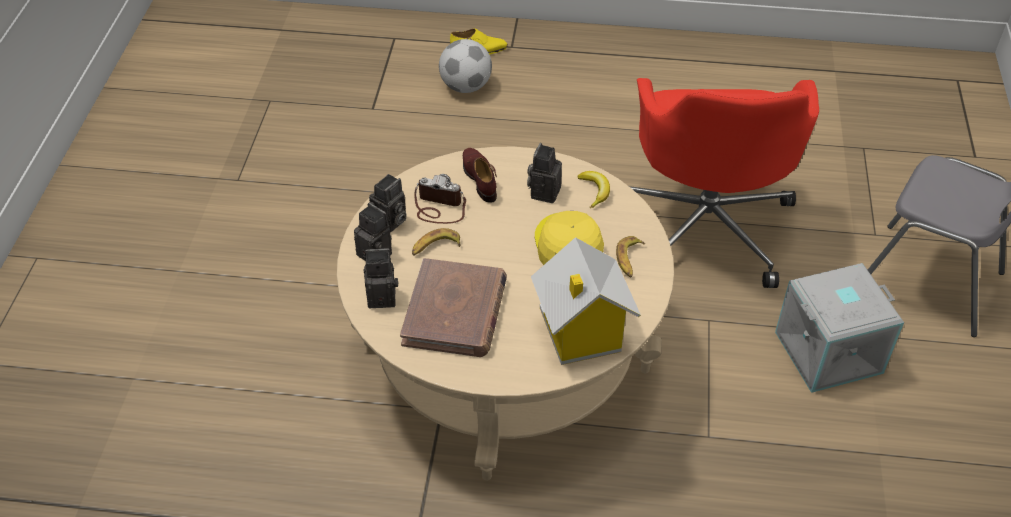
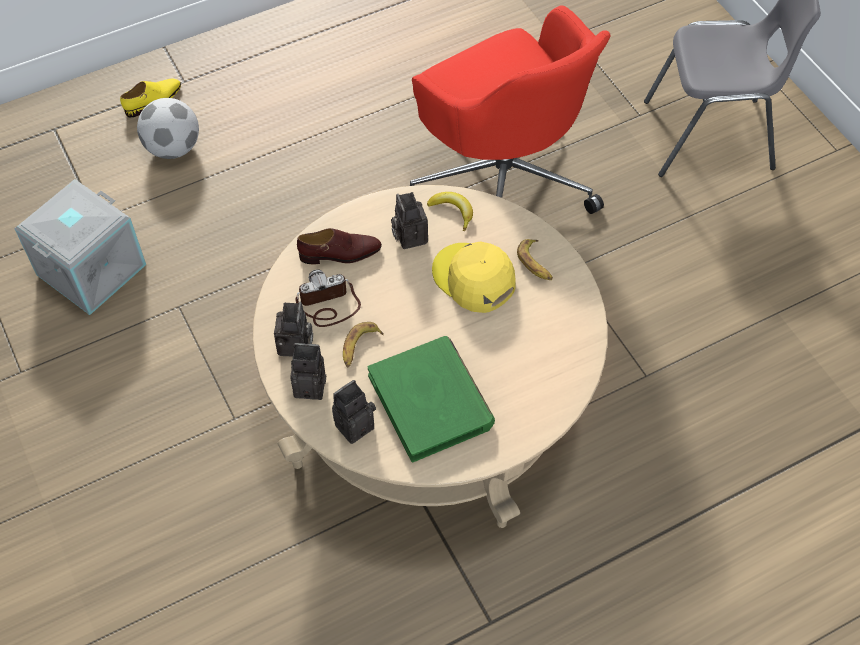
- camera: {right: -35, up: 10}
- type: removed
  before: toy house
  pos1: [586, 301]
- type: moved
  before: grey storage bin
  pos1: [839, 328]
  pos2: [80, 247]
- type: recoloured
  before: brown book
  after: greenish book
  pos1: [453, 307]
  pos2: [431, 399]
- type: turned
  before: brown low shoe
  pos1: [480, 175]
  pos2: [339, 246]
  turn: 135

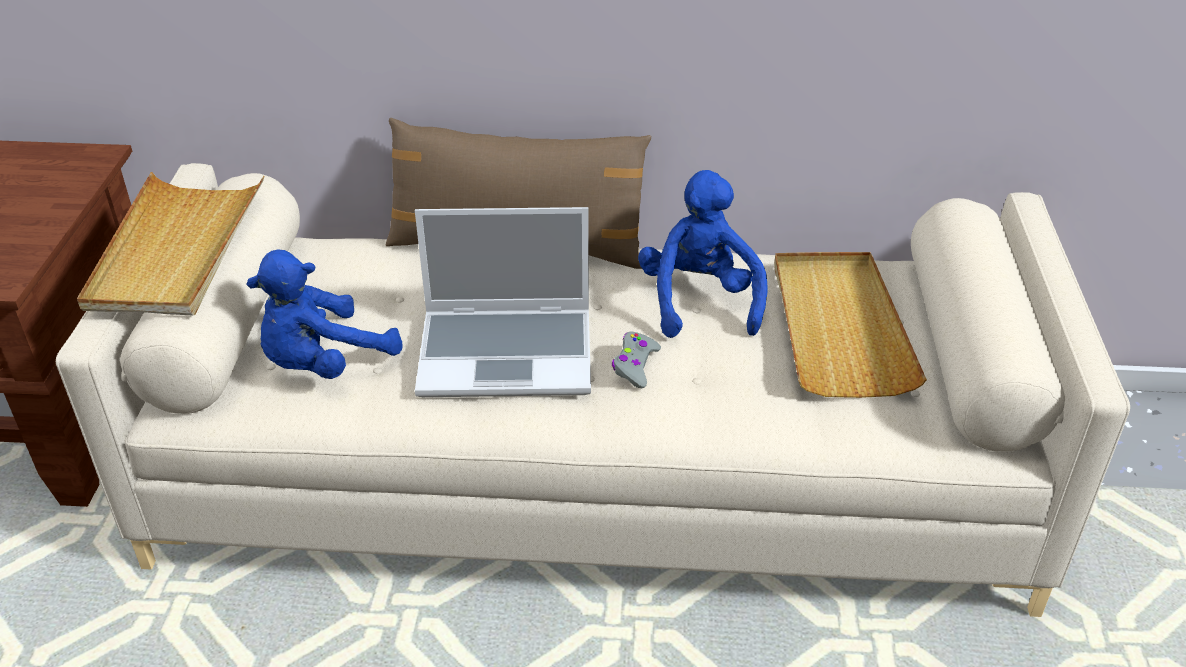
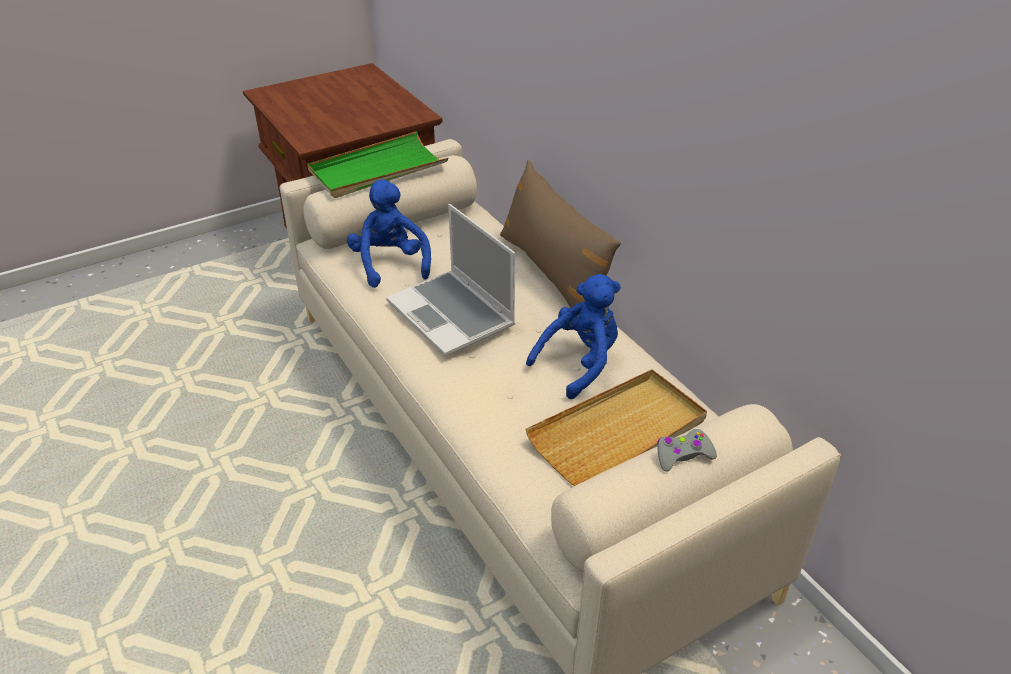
- camera: {right: 55, up: 0}
- type: moved
  before: grey game controller
  pos1: [636, 359]
  pos2: [687, 450]
- type: recoloured
  before: sand-coloured serving tray
  after: greenish serving tray
  pos1: [171, 244]
  pos2: [377, 164]
- type: turned
  before: bluish cuddly toy
  pos1: [324, 314]
  pos2: [389, 233]
  turn: 60

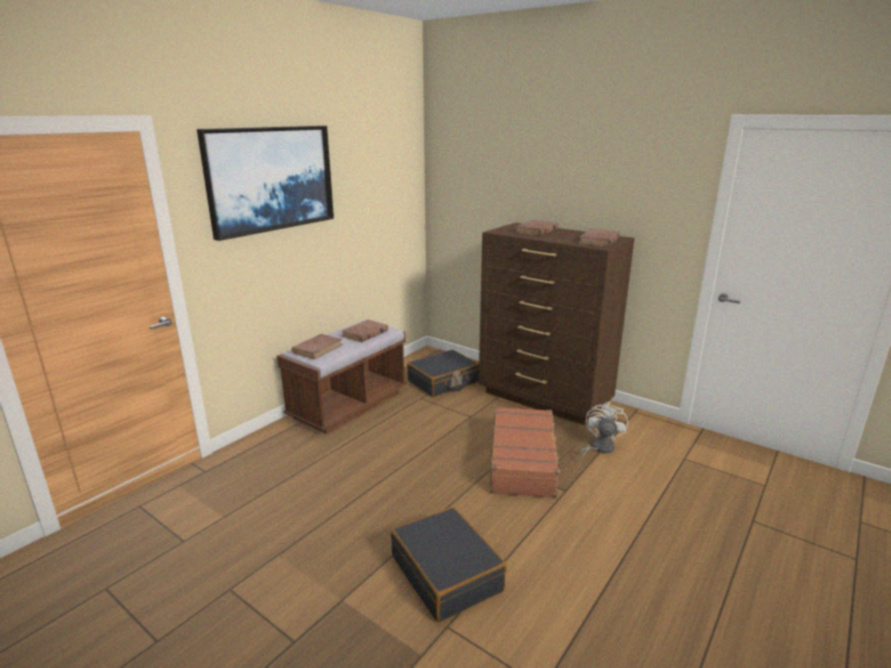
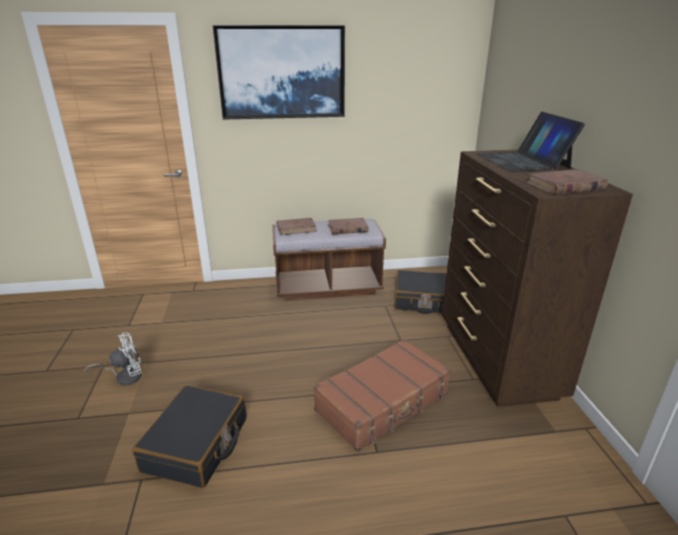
- camera: {right: 45, up: 5}
- type: moved
  before: white-coloured electric fan
  pos1: [603, 432]
  pos2: [113, 359]
- type: replaced
  before: brown book
  after: notebook computer
  pos1: [537, 228]
  pos2: [531, 142]

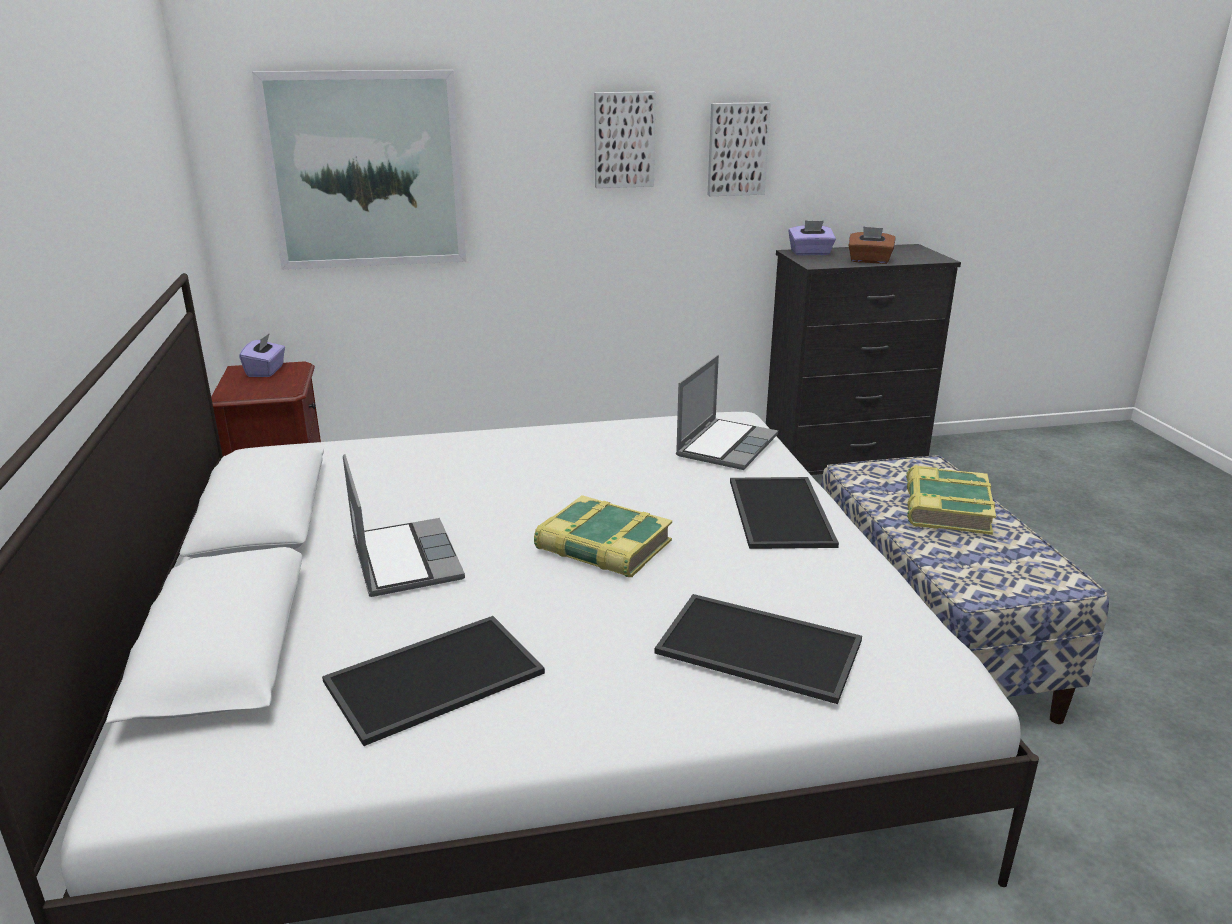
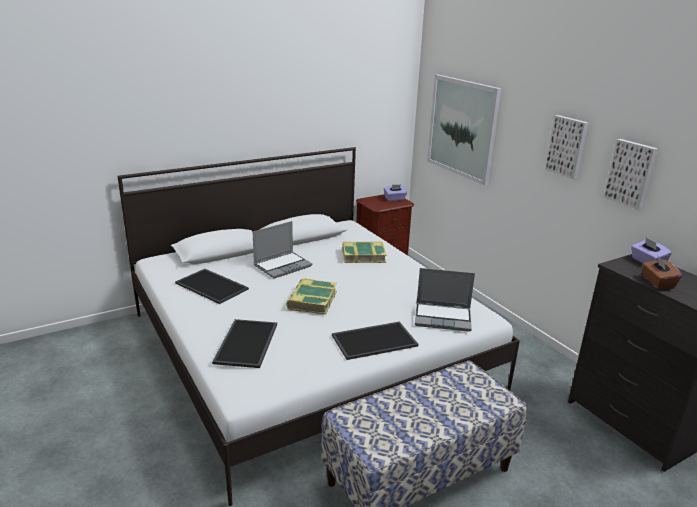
- camera: {right: 70, up: 0}
- type: moved
  before: book
  pos1: [951, 500]
  pos2: [365, 252]

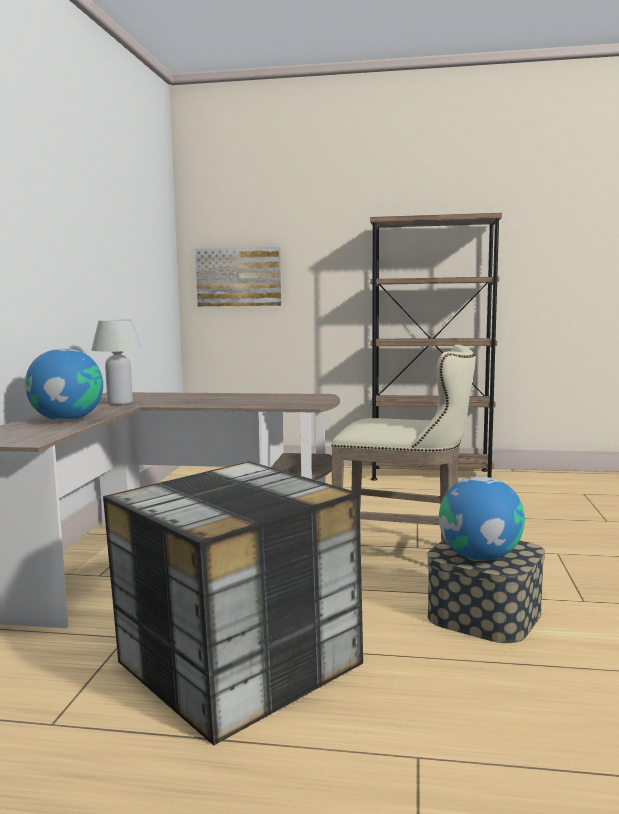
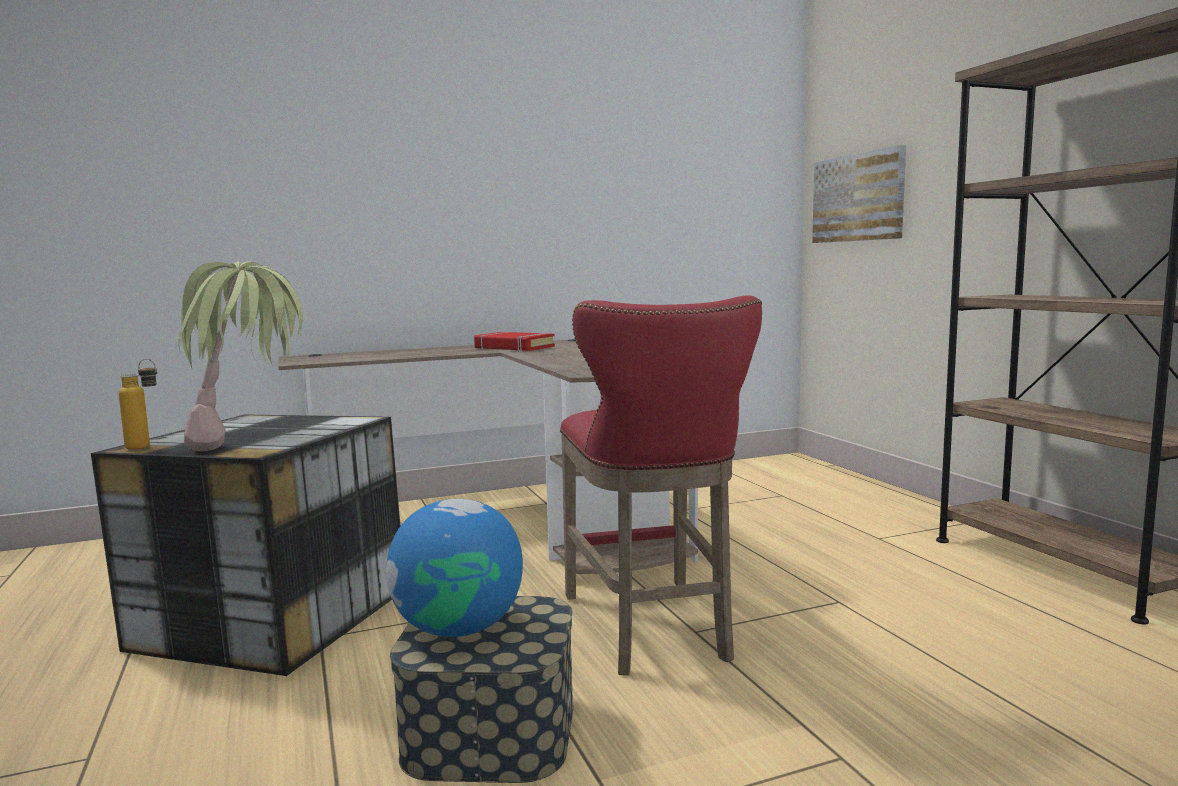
- camera: {right: 60, up: 0}
- type: removed
  before: desk globe
  pos1: [64, 384]
- type: added
  after: bottle
  pos2: [137, 404]
- type: added
  after: plant in a pot
  pos2: [240, 356]
- type: replaced
  before: white-coloured lamp for a table
  after: red-coloured book
  pos1: [117, 362]
  pos2: [514, 341]
- type: recoloured
  before: sand-coloured stool seat
  after: red-coloured stool seat
  pos1: [403, 443]
  pos2: [661, 485]

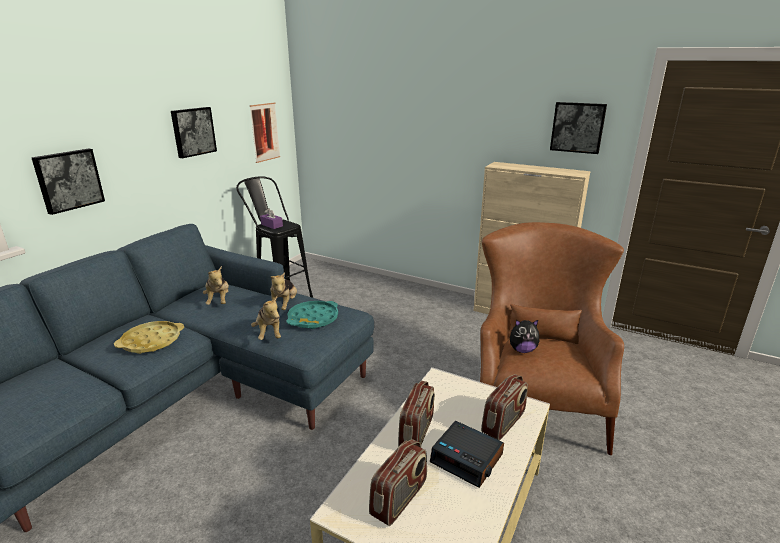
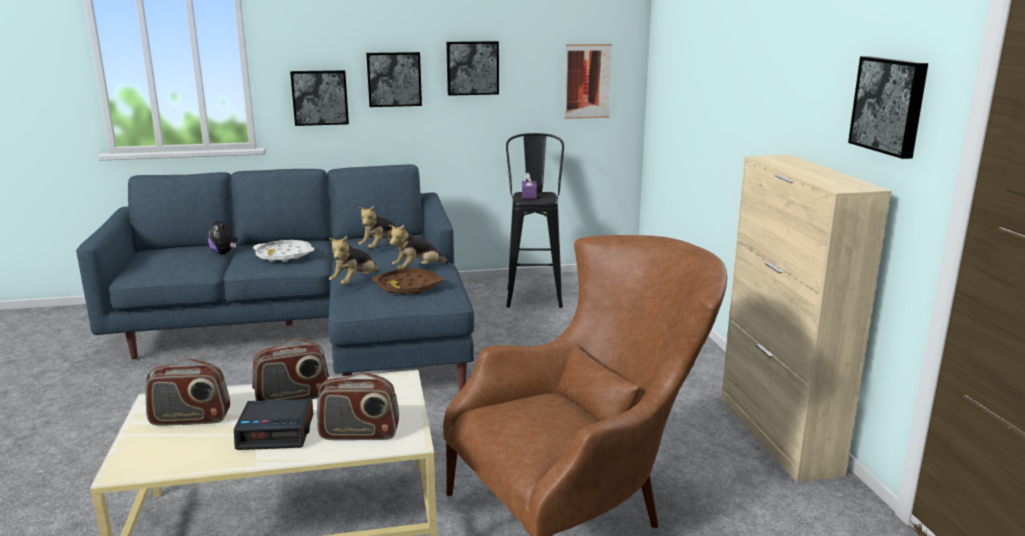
- camera: {right: 50, up: -5}
- type: added
  after: wall art
  pos2: [394, 79]
- type: moved
  before: cuddly toy
  pos1: [524, 336]
  pos2: [223, 235]
- type: recoloured
  before: yellow serving tray
  after: white-coloured serving tray
  pos1: [149, 337]
  pos2: [283, 251]
- type: recoloured
  before: turquoise serving tray
  after: brown serving tray
  pos1: [312, 315]
  pos2: [408, 281]
- type: turned
  before: alarm clock
  pos1: [467, 454]
  pos2: [273, 424]
  turn: -90

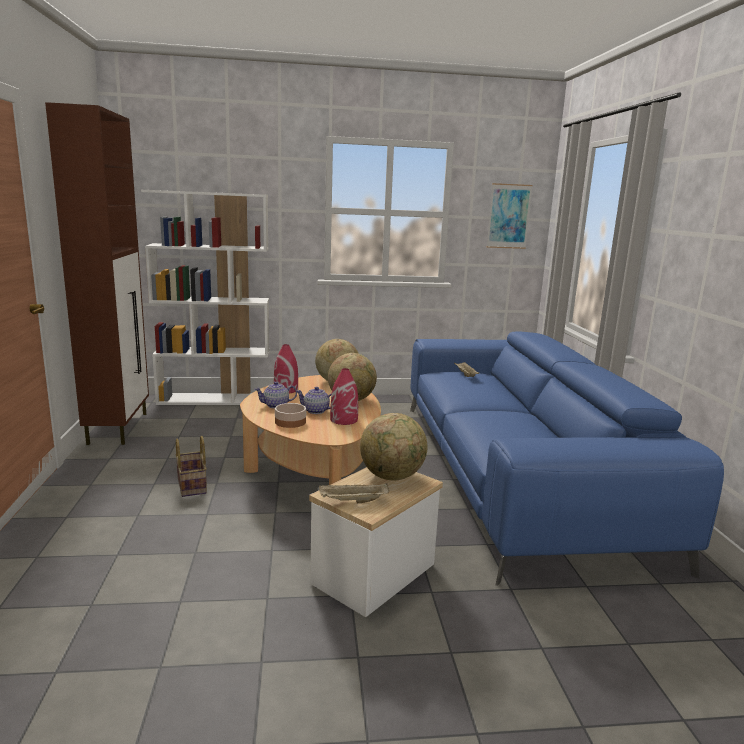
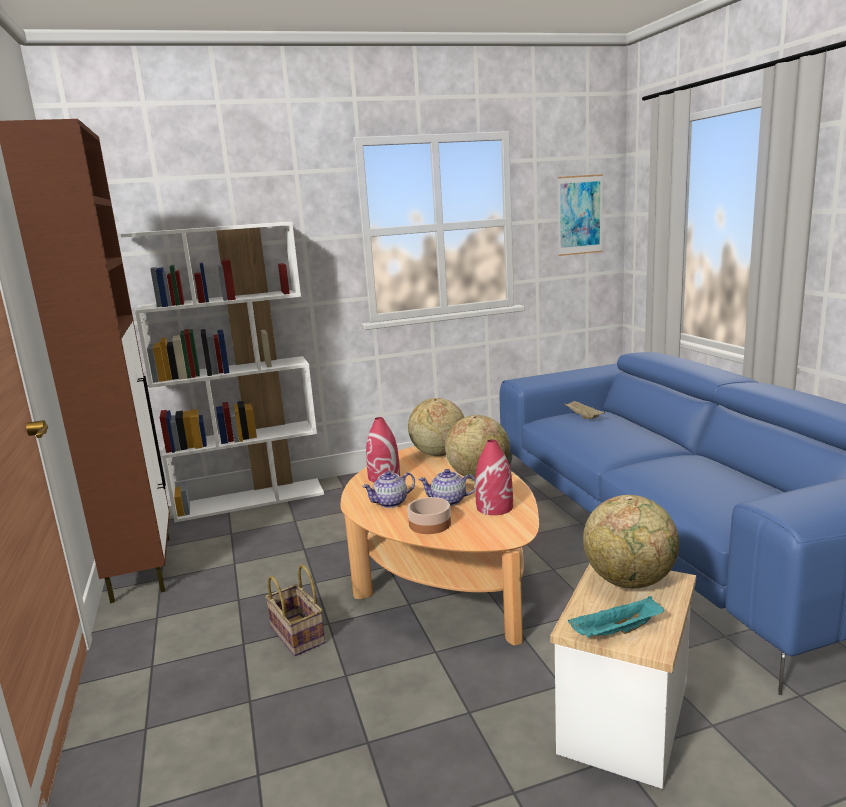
- camera: {right: -10, up: 0}
- type: recoloured
  before: sand-coloured serving tray
  after: turquoise serving tray
  pos1: [354, 493]
  pos2: [616, 617]

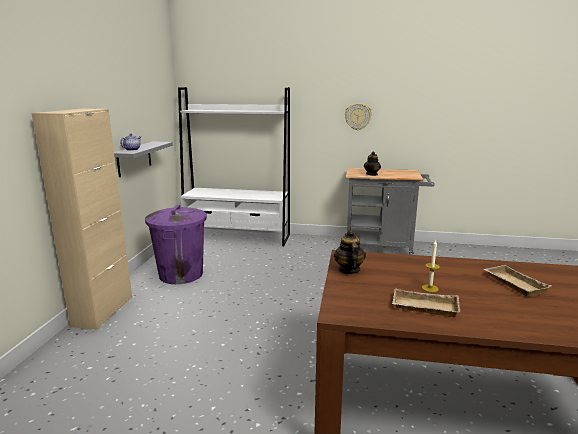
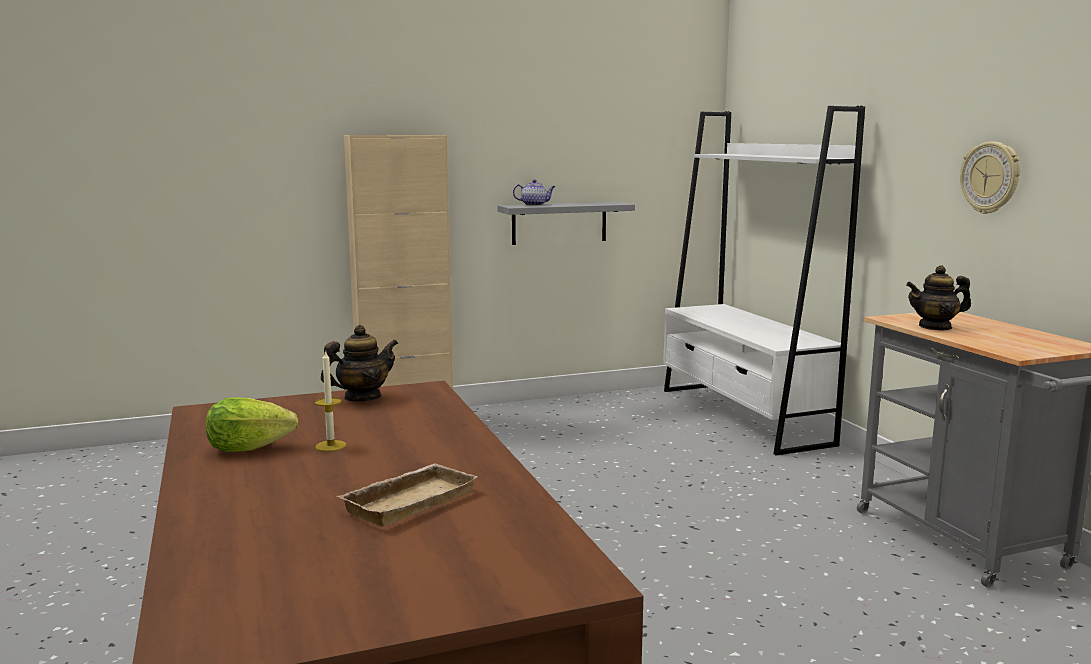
- camera: {right: 60, up: -5}
- type: removed
  before: purple waste bin
  pos1: [176, 244]
- type: replaced
  before: sand-coloured serving tray
  after: lettuce head
  pos1: [426, 302]
  pos2: [252, 424]

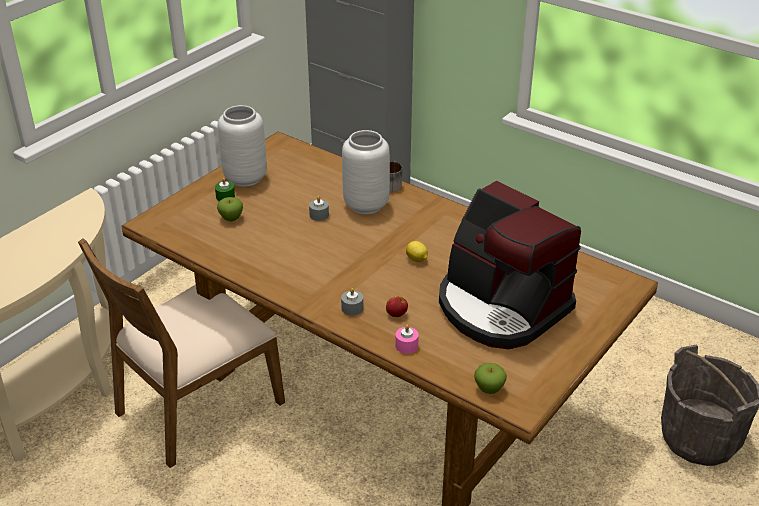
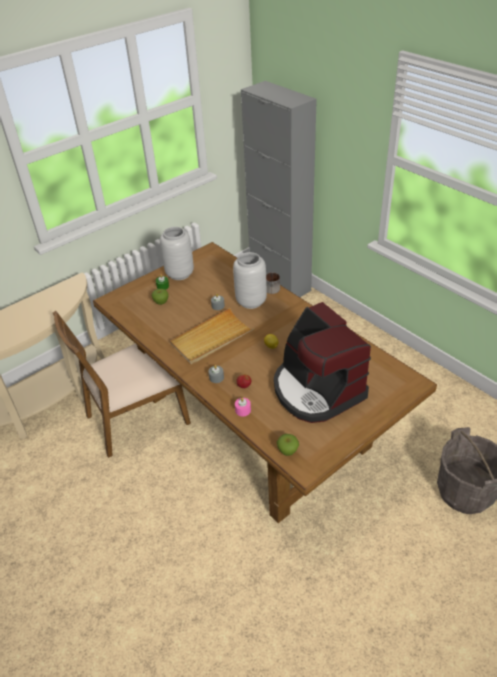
- camera: {right: 15, up: 5}
- type: added
  after: sand-coloured serving tray
  pos2: [212, 336]

